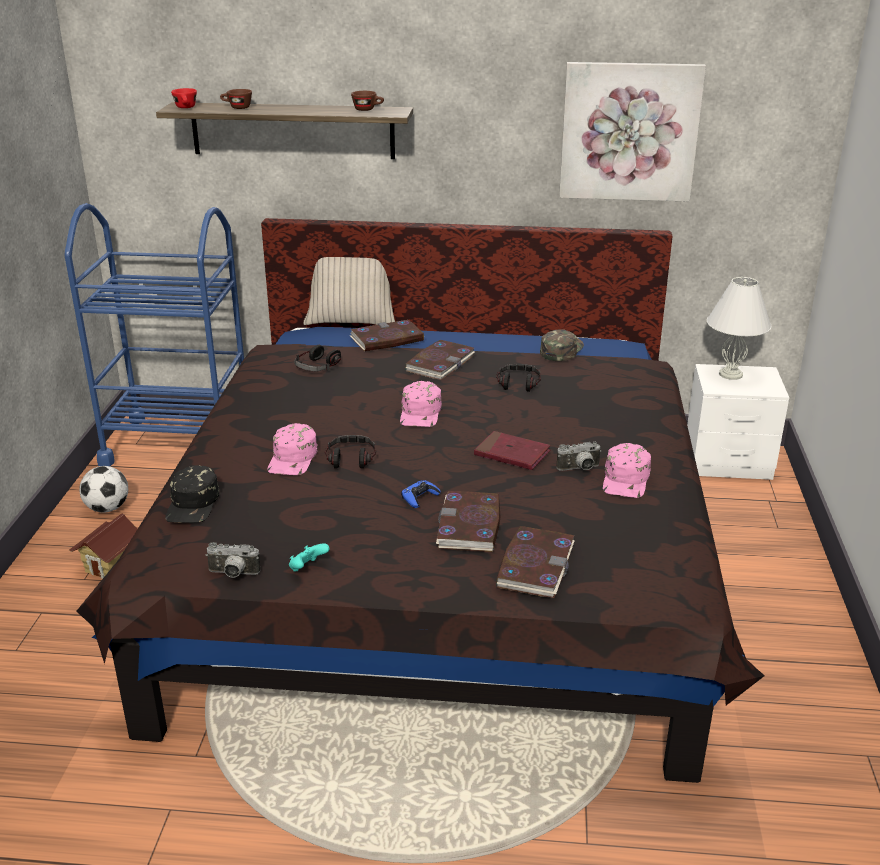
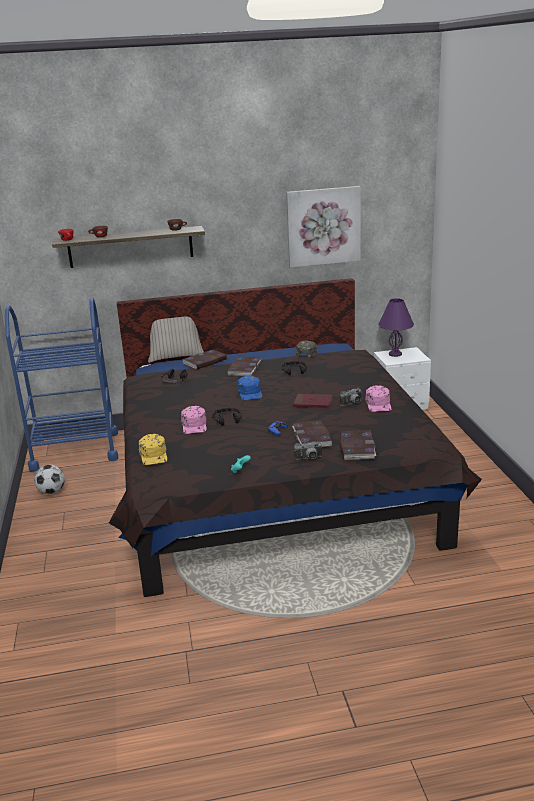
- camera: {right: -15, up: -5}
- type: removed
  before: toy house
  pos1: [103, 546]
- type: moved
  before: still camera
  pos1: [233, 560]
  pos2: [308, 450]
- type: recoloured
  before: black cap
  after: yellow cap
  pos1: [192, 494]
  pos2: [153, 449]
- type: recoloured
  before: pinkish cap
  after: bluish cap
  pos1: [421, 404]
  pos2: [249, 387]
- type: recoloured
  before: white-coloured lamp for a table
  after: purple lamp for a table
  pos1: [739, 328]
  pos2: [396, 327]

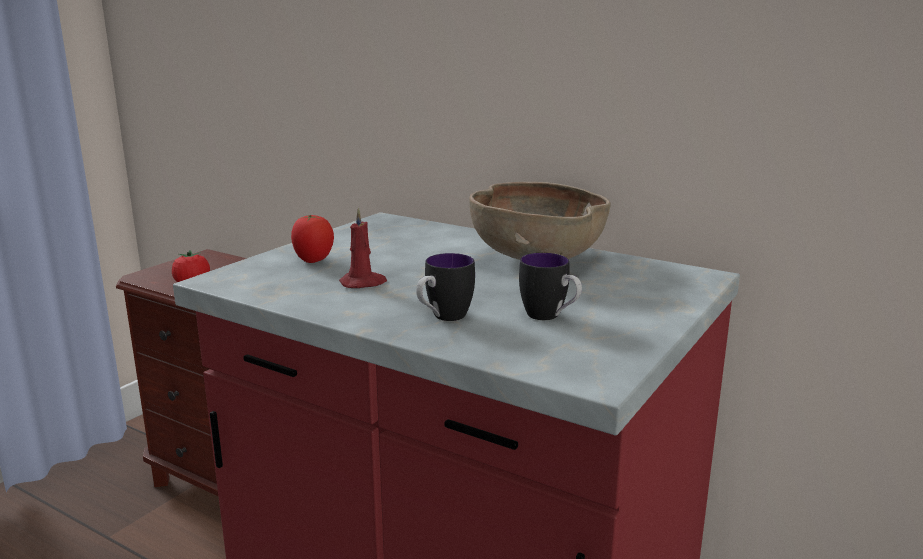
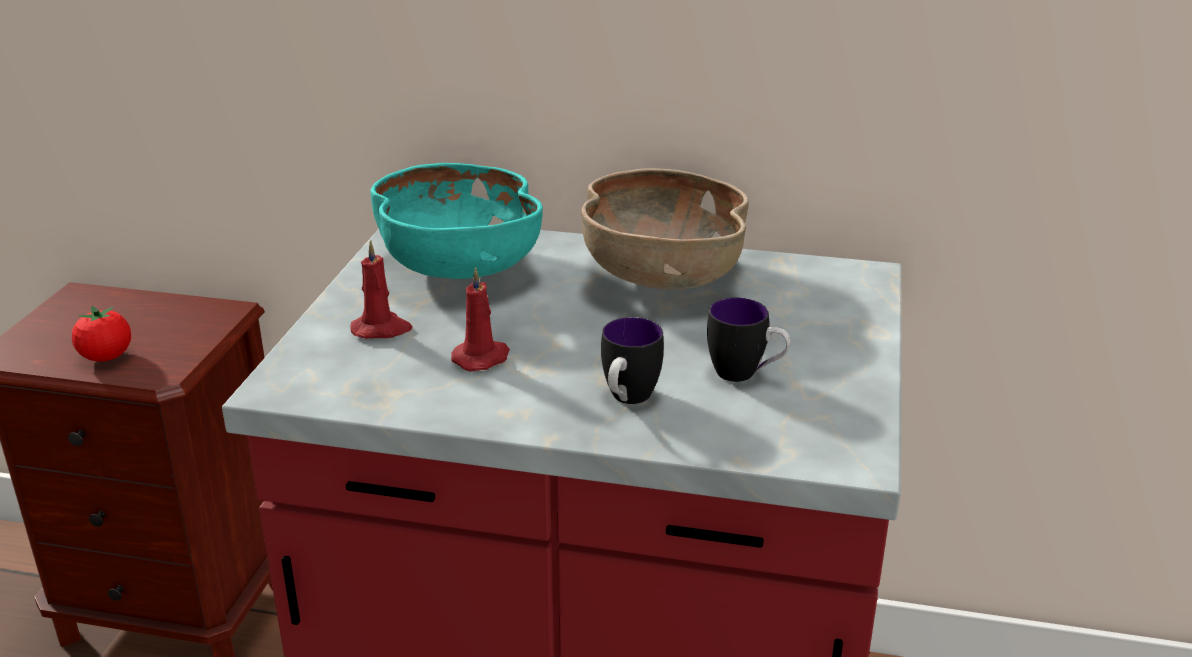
- camera: {right: -20, up: 10}
- type: added
  after: turquoise deep dish
  pos2: [457, 221]
- type: replaced
  before: tomato
  after: red-coloured wax candle
  pos1: [312, 239]
  pos2: [381, 289]

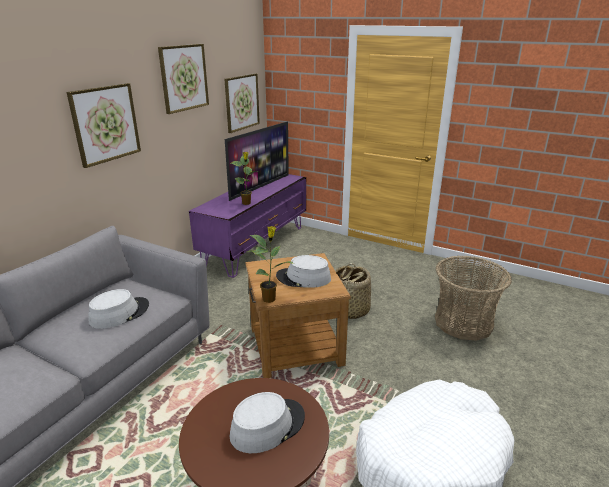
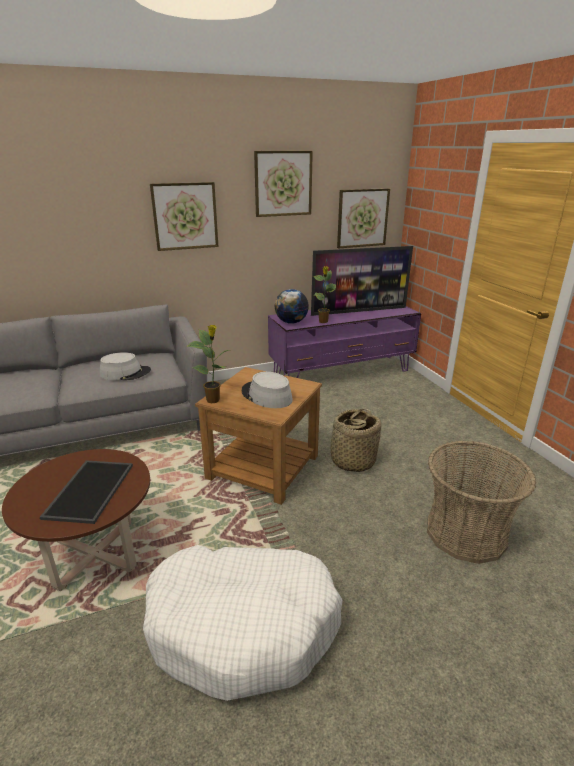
- camera: {right: 40, up: 0}
- type: added
  after: desk globe
  pos2: [291, 306]
- type: replaced
  before: grey clothing hat
  after: serving tray
  pos1: [267, 422]
  pos2: [86, 492]

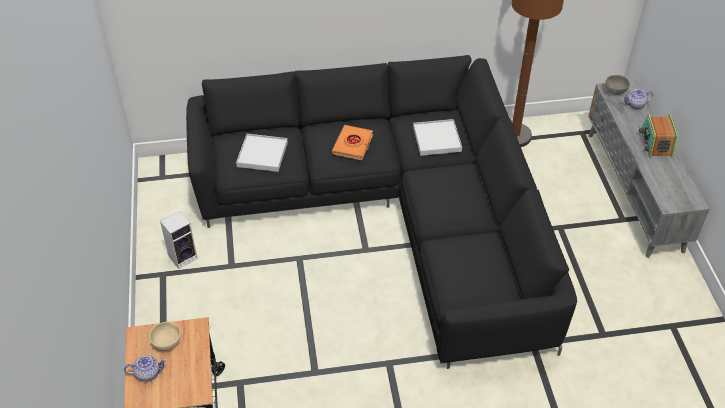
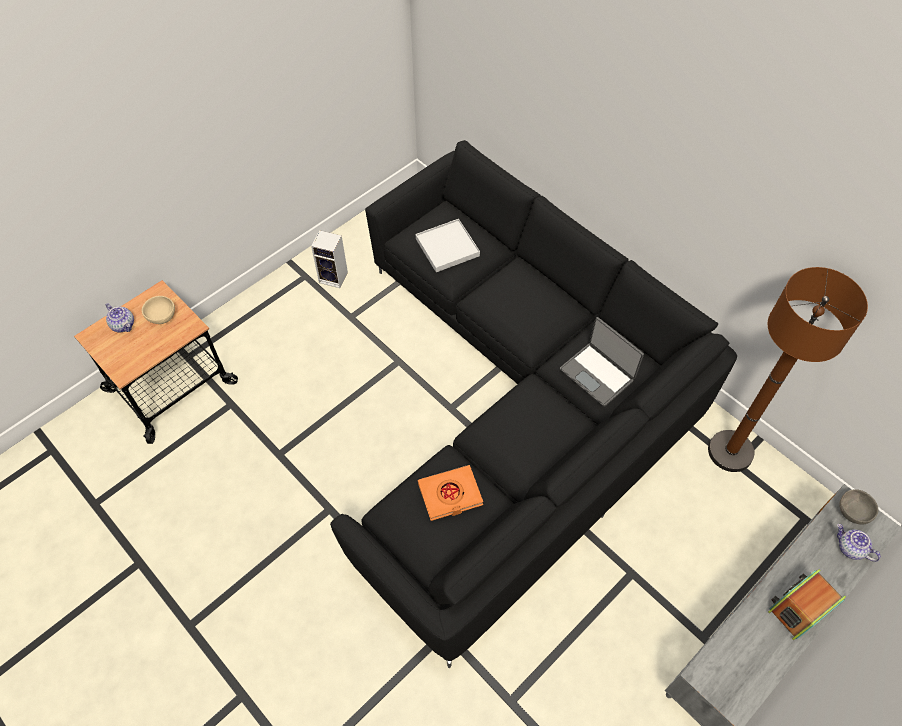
- camera: {right: 55, up: 10}
- type: moved
  before: orange book
  pos1: [352, 142]
  pos2: [450, 493]
- type: replaced
  before: white-coloured serving tray
  after: notebook computer
  pos1: [437, 137]
  pos2: [602, 362]

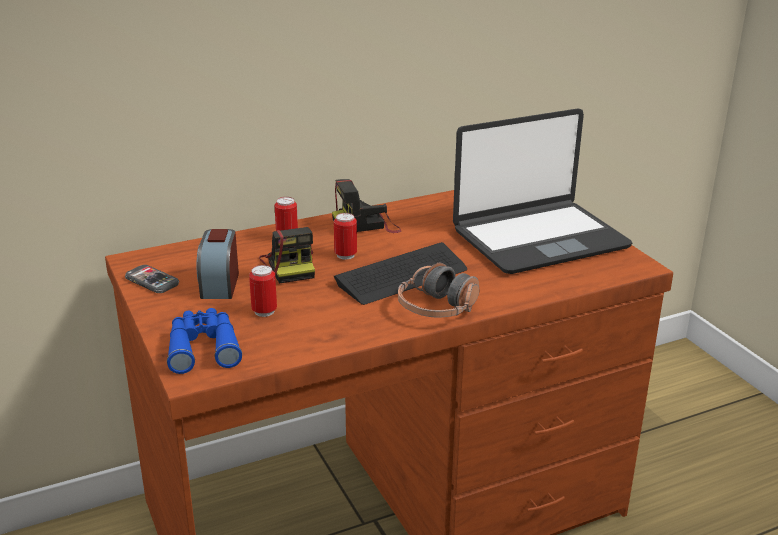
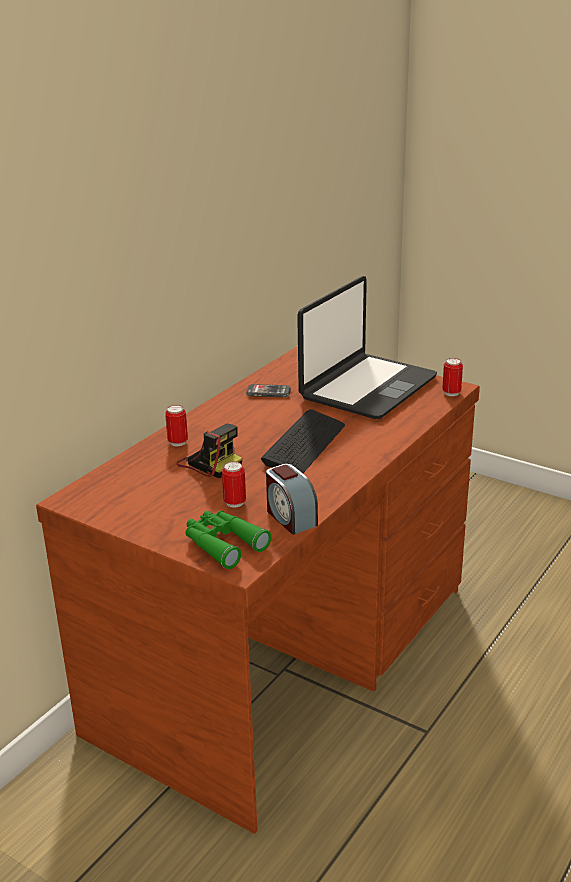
- camera: {right: -30, up: 0}
- type: removed
  before: still camera
  pos1: [366, 206]
- type: removed
  before: pair of headphones
  pos1: [438, 290]
- type: moved
  before: phone
  pos1: [152, 279]
  pos2: [268, 390]
- type: moved
  before: alarm clock
  pos1: [218, 264]
  pos2: [292, 499]
- type: moved
  before: metal can
  pos1: [345, 236]
  pos2: [452, 377]
- type: recoloured
  before: bluish pair of binoculars
  after: greenish pair of binoculars
  pos1: [204, 341]
  pos2: [228, 540]

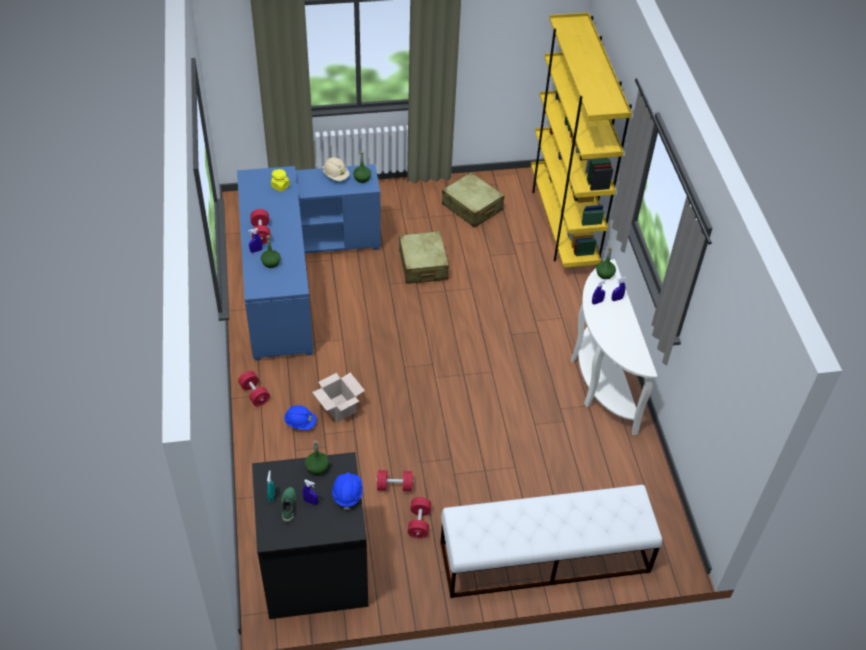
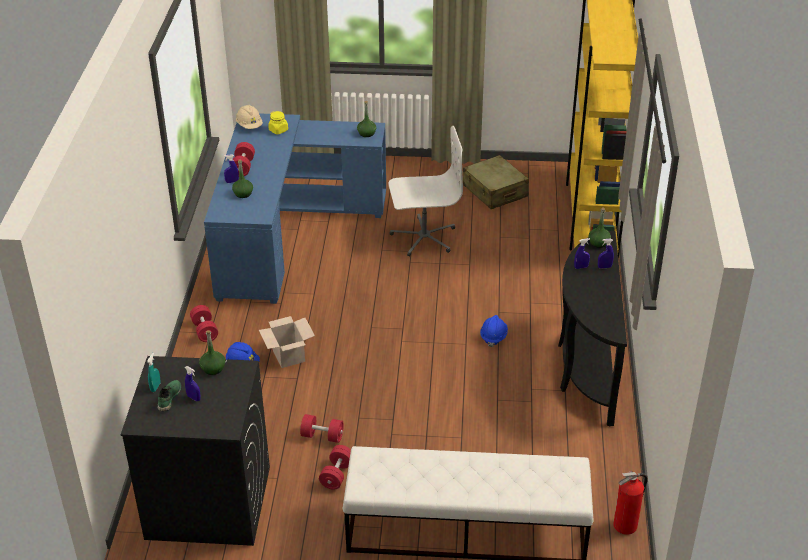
- camera: {right: 15, up: -10}
- type: added
  after: fire extinguisher
  pos2: [630, 503]
- type: moved
  before: sand-coloured work helmet
  pos1: [336, 169]
  pos2: [249, 117]
- type: moved
  before: bluish work helmet
  pos1: [347, 491]
  pos2: [494, 331]
- type: replaced
  before: sand-coloured piece of luggage
  after: white-coloured office chair
  pos1: [424, 257]
  pos2: [425, 191]
- type: recoloured
  before: white-coloured console table
  after: black console table
  pos1: [614, 347]
  pos2: [592, 328]

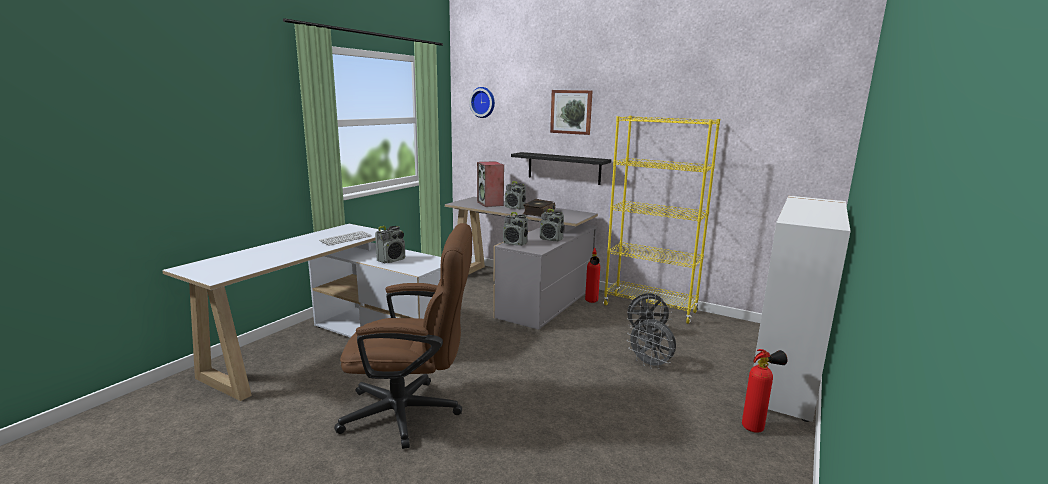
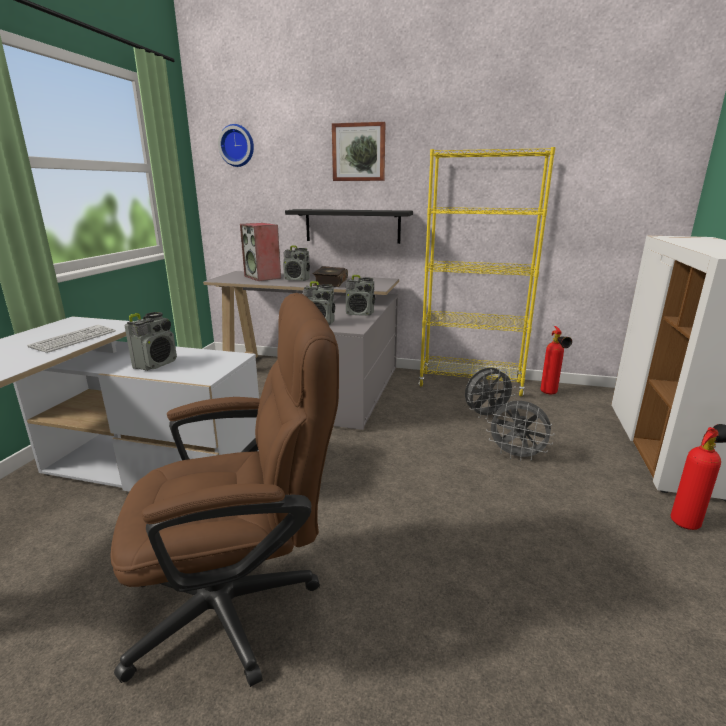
- camera: {right: -15, up: 5}
- type: moved
  before: fire extinguisher
  pos1: [592, 275]
  pos2: [556, 360]

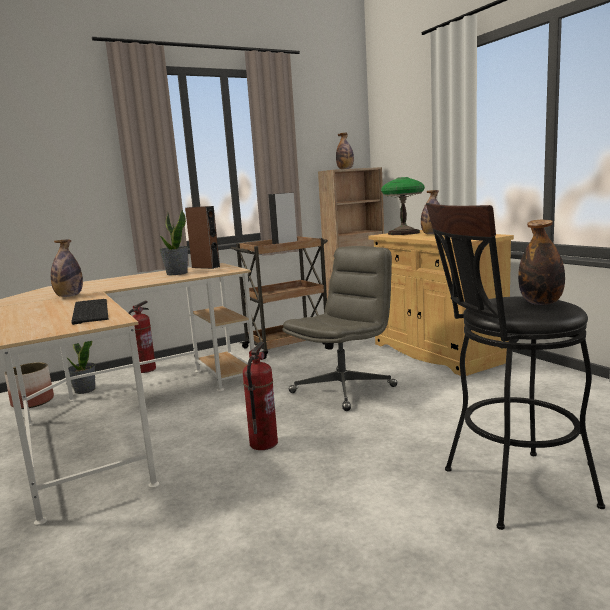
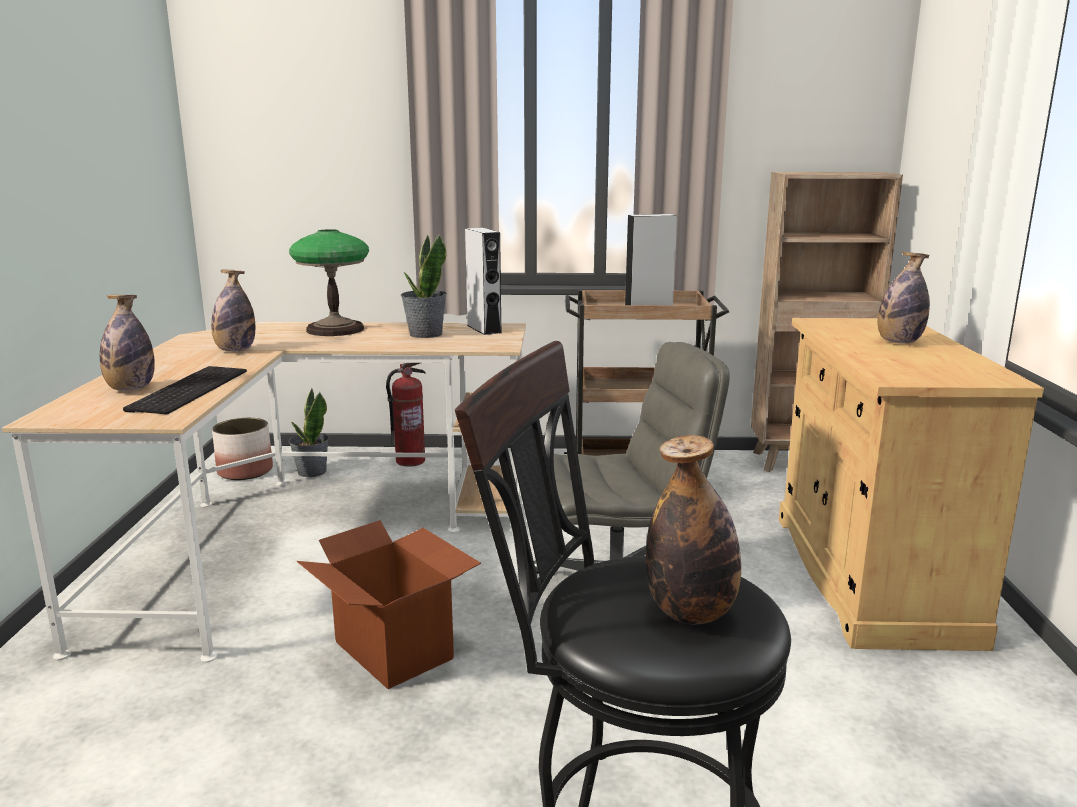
- camera: {right: 30, up: 5}
- type: moved
  before: bottle
  pos1: [345, 151]
  pos2: [127, 343]
- type: moved
  before: lamp for a table
  pos1: [403, 206]
  pos2: [329, 282]
- type: replaced
  before: fire extinguisher
  after: cardboard box
  pos1: [260, 396]
  pos2: [389, 604]
- type: recoloured
  before: brown speaker
  after: grey speaker
  pos1: [202, 237]
  pos2: [483, 281]

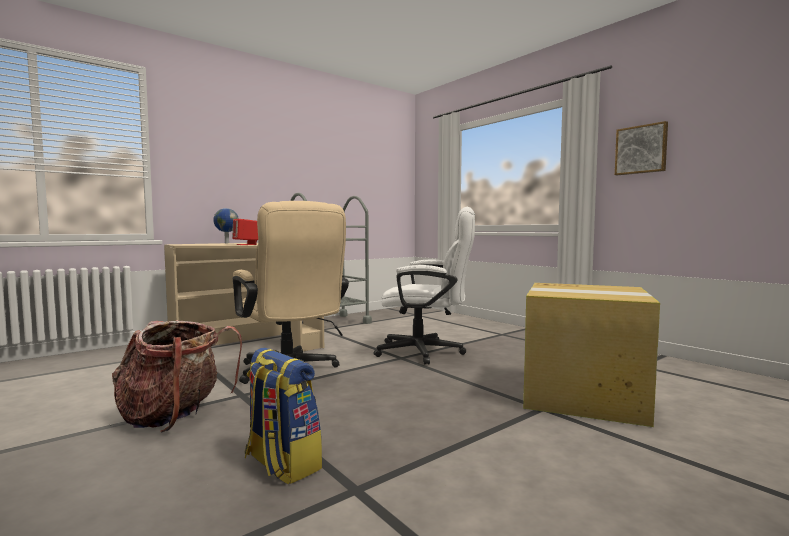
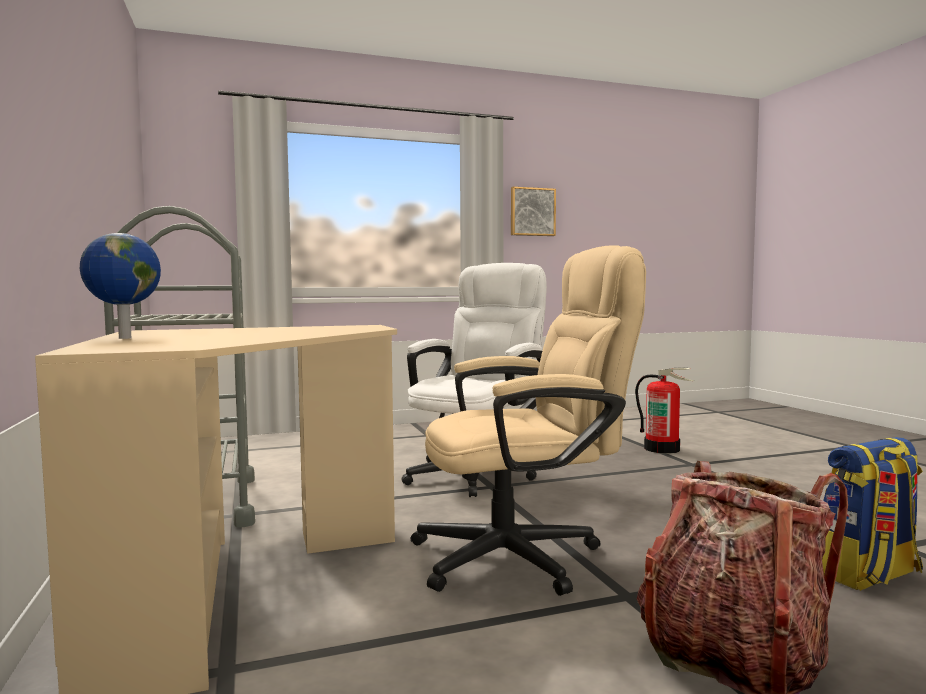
- camera: {right: -70, up: 0}
- type: removed
  before: red-coloured speaker
  pos1: [245, 232]
- type: replaced
  before: cardboard box
  after: fire extinguisher
  pos1: [591, 355]
  pos2: [665, 411]

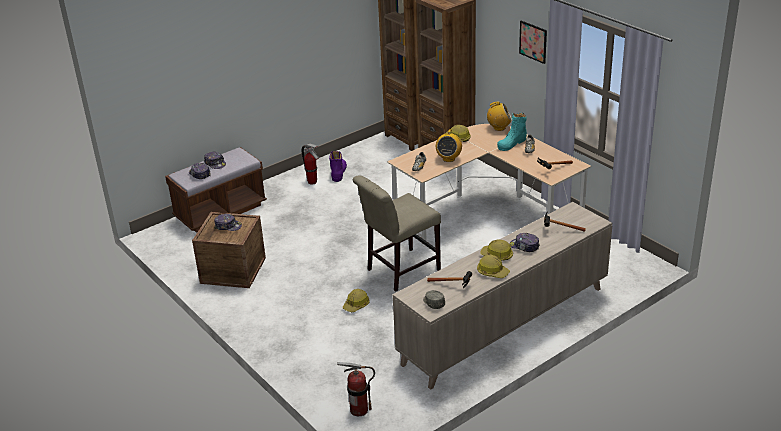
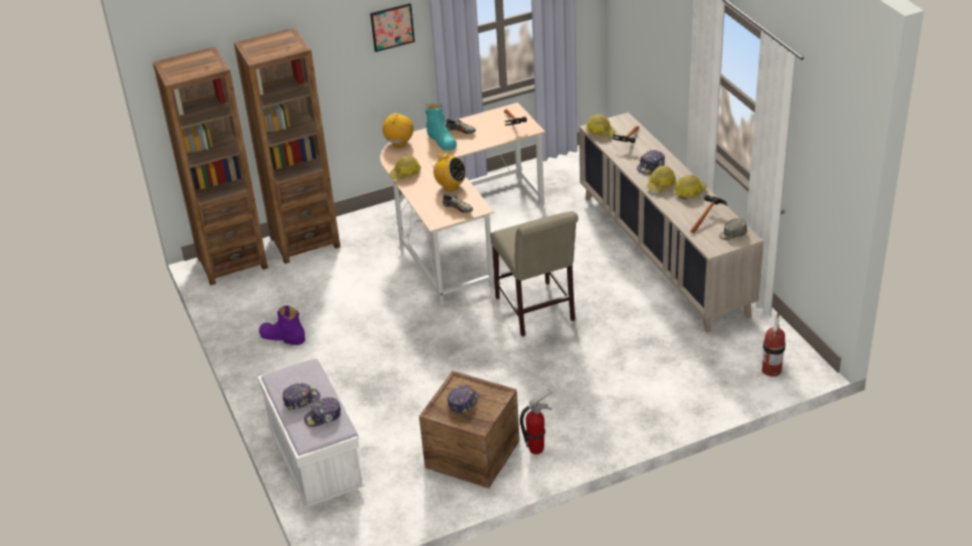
- camera: {right: -75, up: 5}
- type: moved
  before: fire extinguisher
  pos1: [310, 164]
  pos2: [536, 421]
- type: moved
  before: work helmet
  pos1: [356, 300]
  pos2: [601, 126]
- type: recoloured
  before: brown long seat
  after: white-coloured long seat
  pos1: [216, 190]
  pos2: [311, 432]

